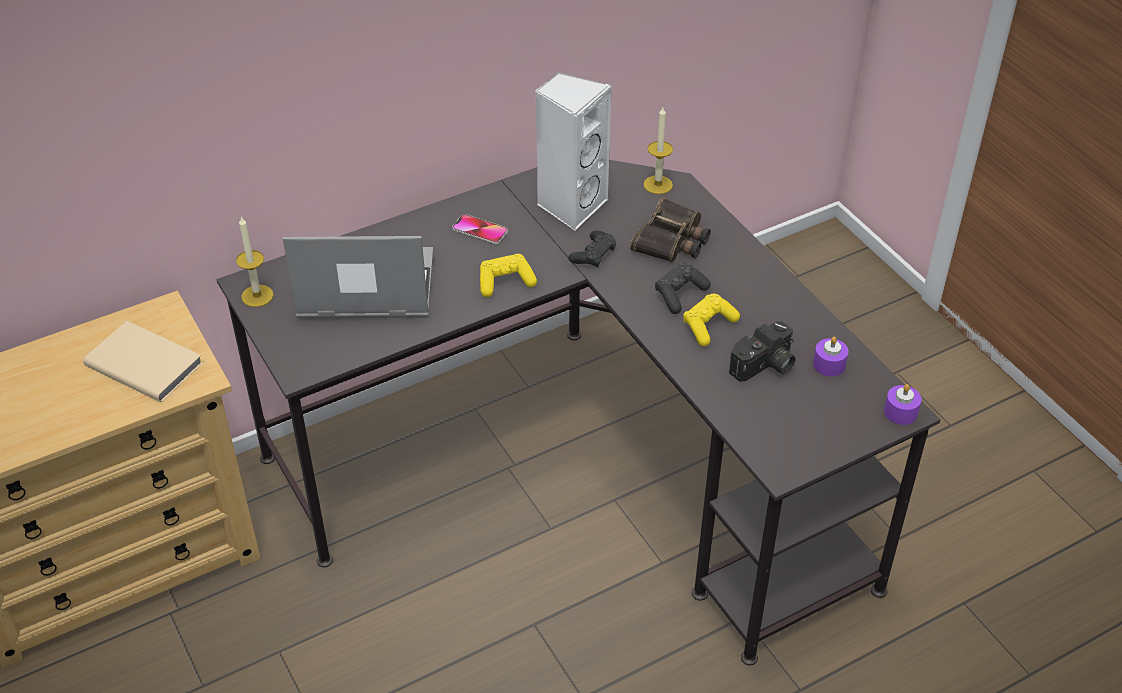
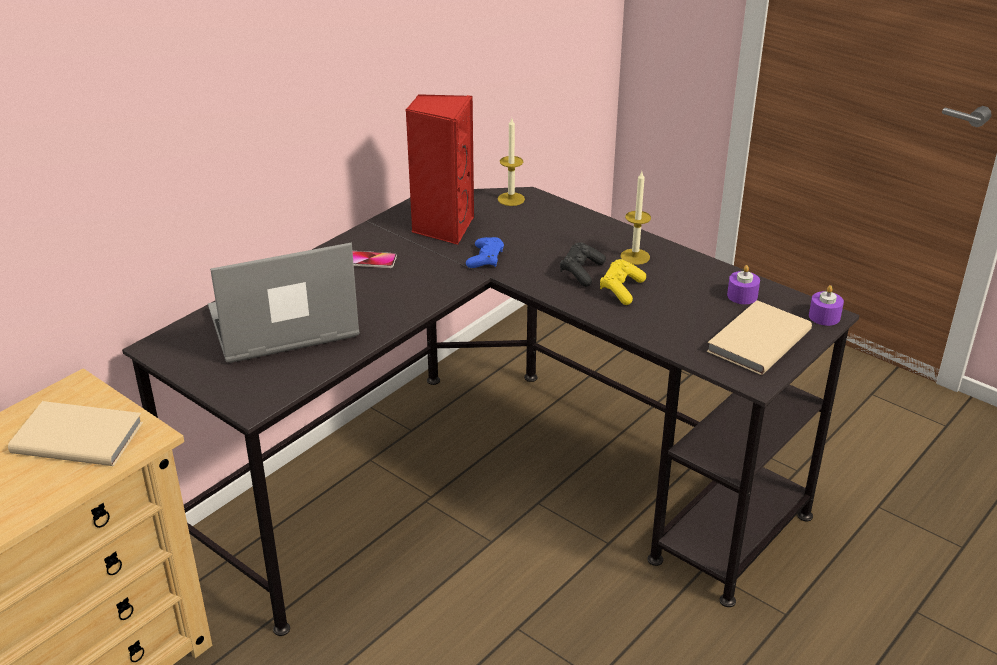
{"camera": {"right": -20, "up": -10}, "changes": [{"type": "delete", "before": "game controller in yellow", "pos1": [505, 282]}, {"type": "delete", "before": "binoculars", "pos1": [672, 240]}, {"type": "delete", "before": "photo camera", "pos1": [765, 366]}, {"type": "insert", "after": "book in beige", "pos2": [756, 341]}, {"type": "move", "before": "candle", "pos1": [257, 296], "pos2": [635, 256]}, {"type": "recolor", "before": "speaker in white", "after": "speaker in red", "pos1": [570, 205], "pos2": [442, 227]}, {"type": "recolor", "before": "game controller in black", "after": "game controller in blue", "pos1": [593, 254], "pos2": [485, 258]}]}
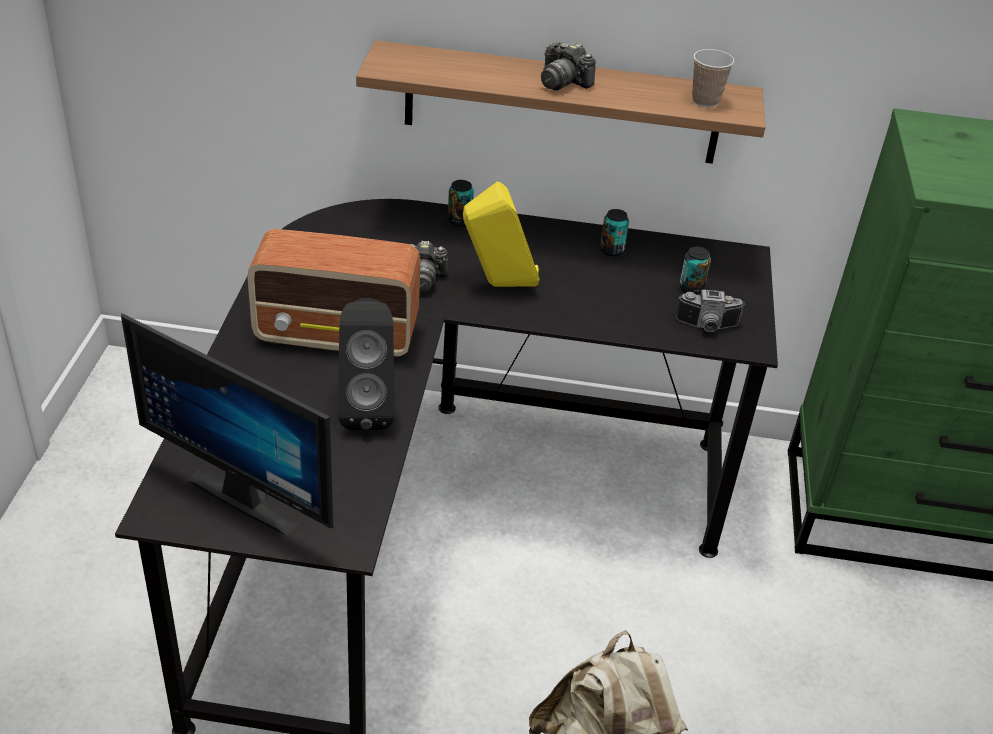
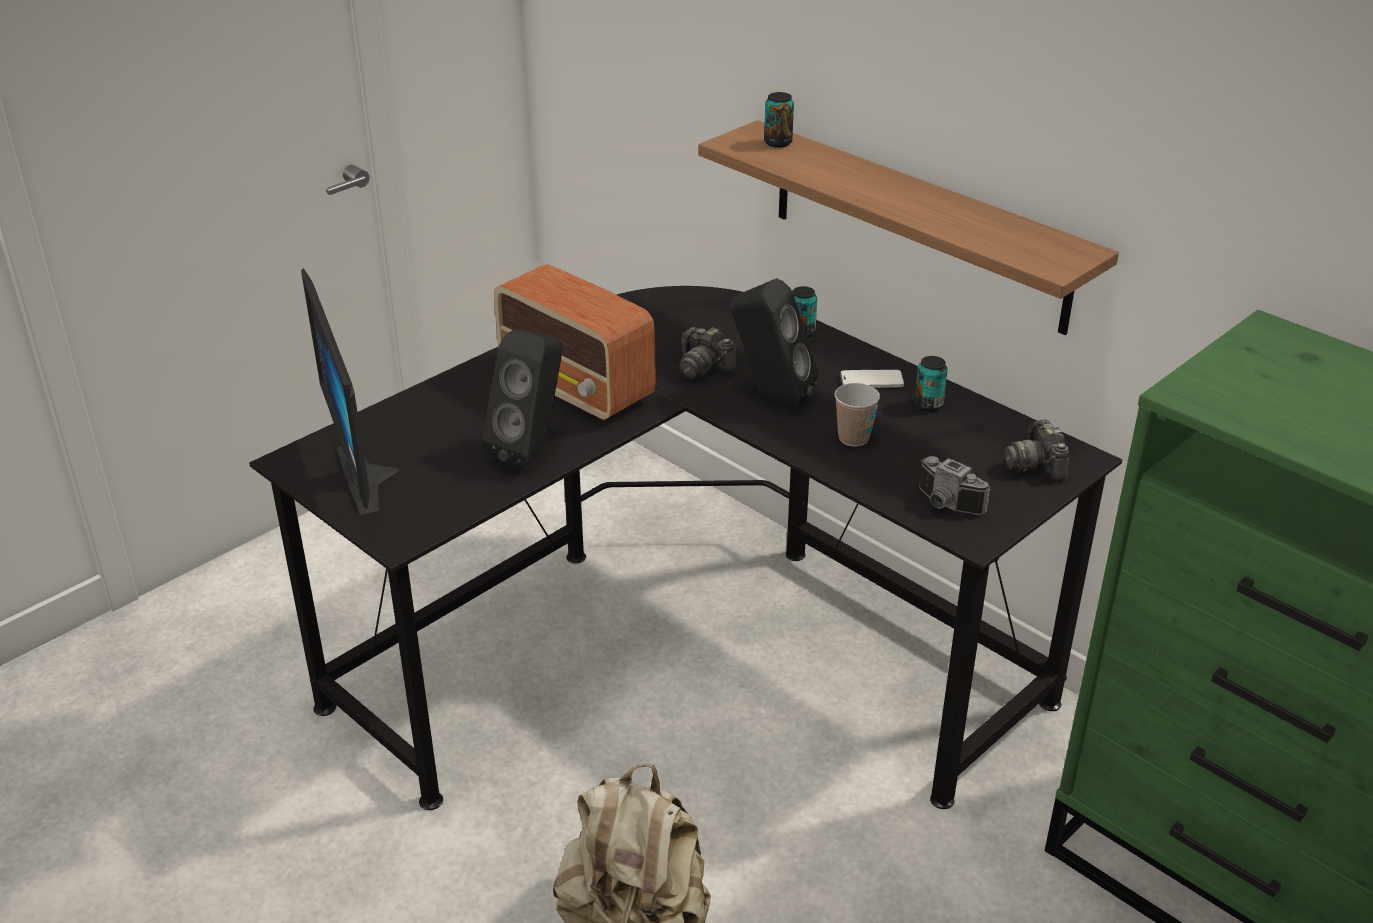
{"camera": {"right": 40, "up": -5}, "changes": [{"type": "insert", "after": "phone", "pos2": [871, 381]}, {"type": "move", "before": "photo camera", "pos1": [563, 82], "pos2": [1036, 465]}, {"type": "move", "before": "can", "pos1": [691, 288], "pos2": [778, 142]}, {"type": "move", "before": "cup", "pos1": [705, 100], "pos2": [853, 438]}, {"type": "recolor", "before": "speaker in yellow", "after": "speaker in black", "pos1": [497, 285], "pos2": [770, 396]}]}
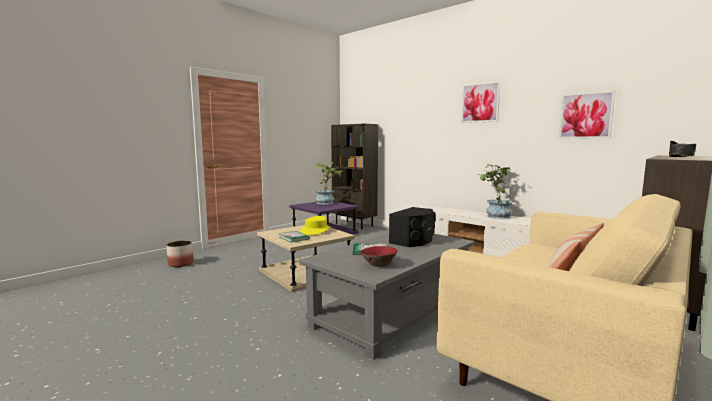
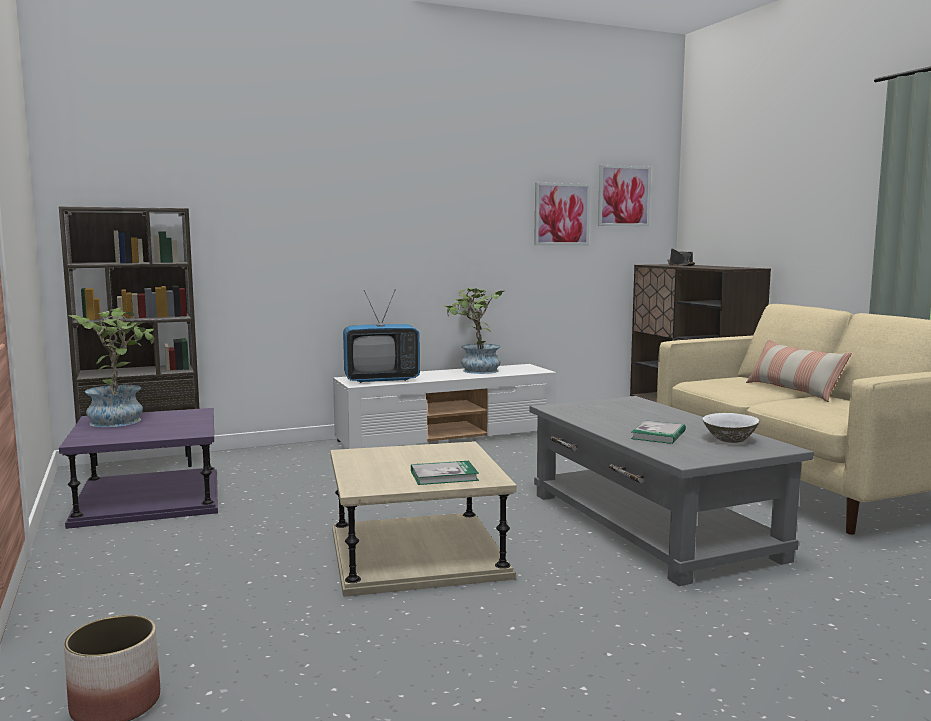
{"camera": {"right": -65, "up": 0}, "changes": [{"type": "delete", "before": "hat in yellow", "pos1": [316, 231]}, {"type": "delete", "before": "speaker in black", "pos1": [414, 240]}, {"type": "insert", "after": "television", "pos2": [381, 379]}, {"type": "move", "before": "picture", "pos1": [480, 103], "pos2": [623, 196]}, {"type": "recolor", "before": "bowl in red", "after": "bowl in white", "pos1": [378, 264], "pos2": [729, 440]}]}
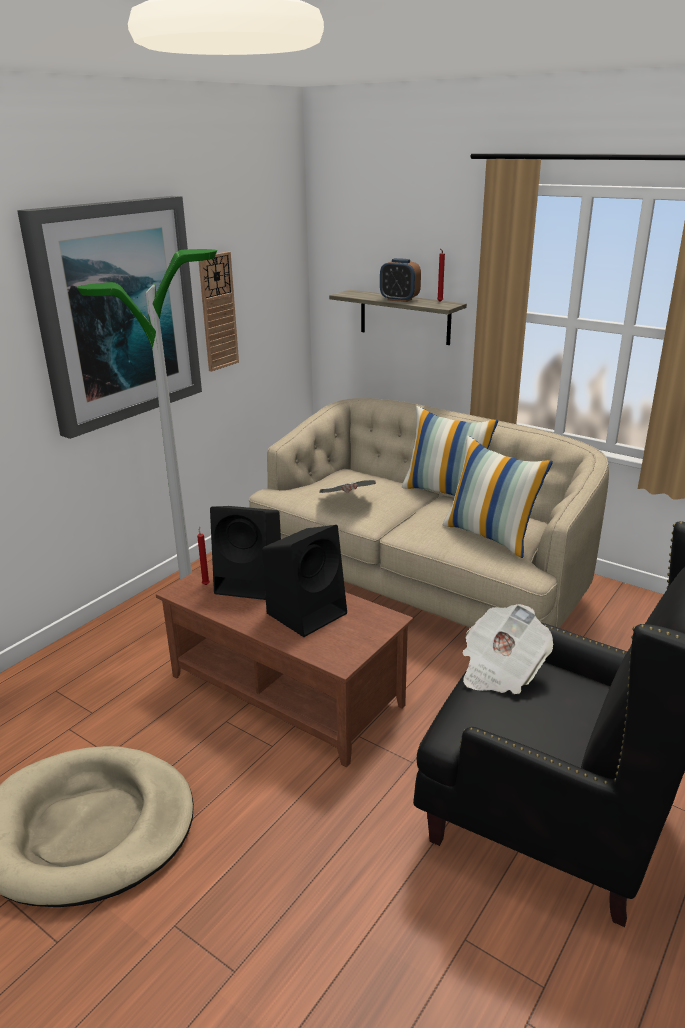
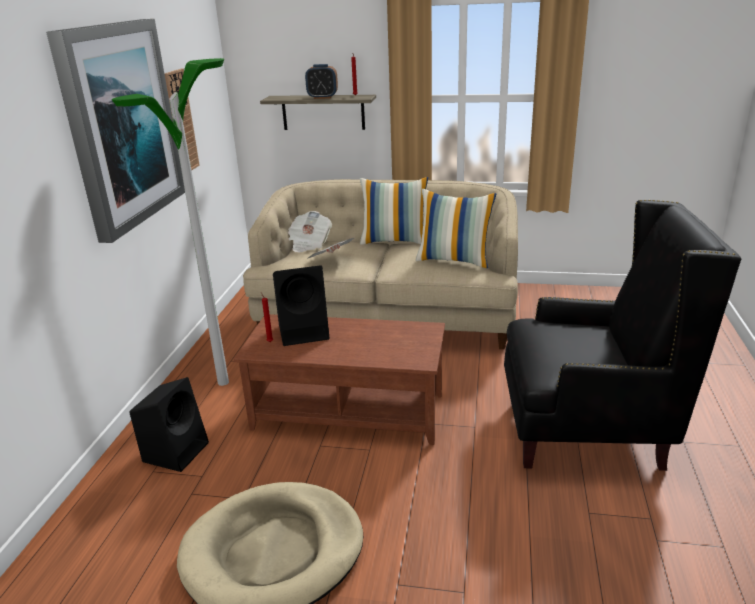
{"camera": {"right": -25, "up": 0}, "changes": [{"type": "move", "before": "speaker in black", "pos1": [308, 612], "pos2": [176, 451]}, {"type": "move", "before": "newspaper", "pos1": [500, 669], "pos2": [309, 244]}]}
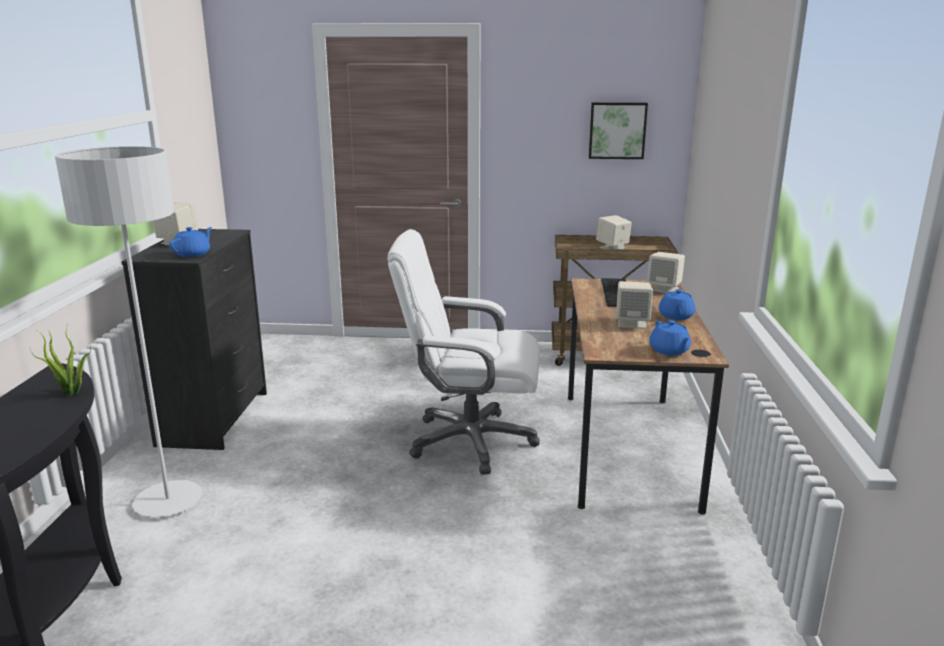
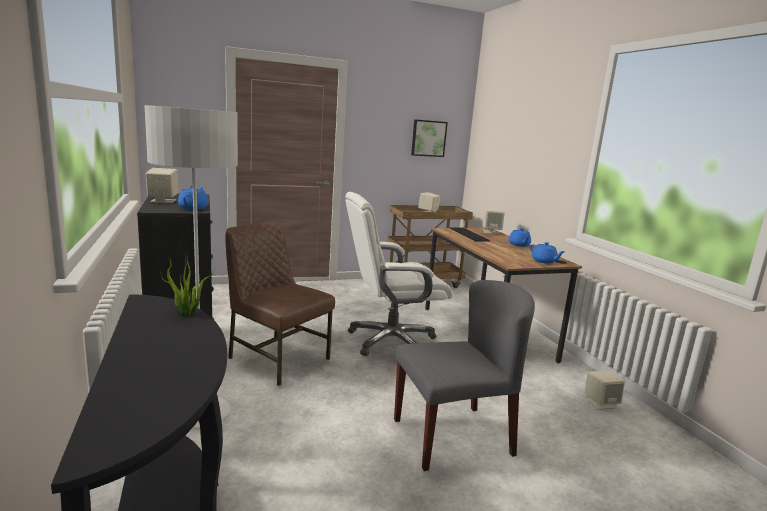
{"camera": {"right": -25, "up": -5}, "changes": [{"type": "insert", "after": "chair in brown", "pos2": [277, 358]}, {"type": "insert", "after": "chair in grey", "pos2": [453, 436]}, {"type": "move", "before": "speaker in beige", "pos1": [632, 323], "pos2": [600, 403]}]}
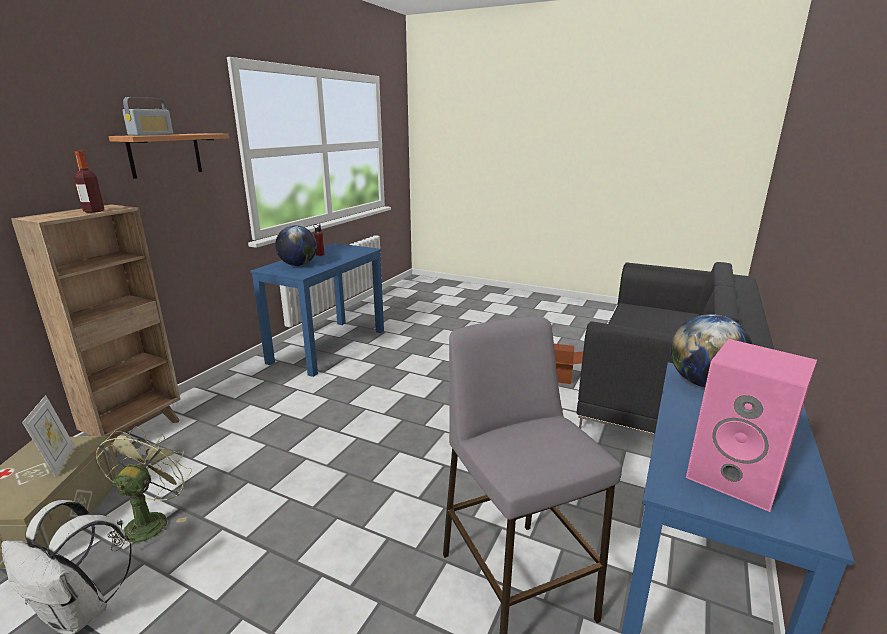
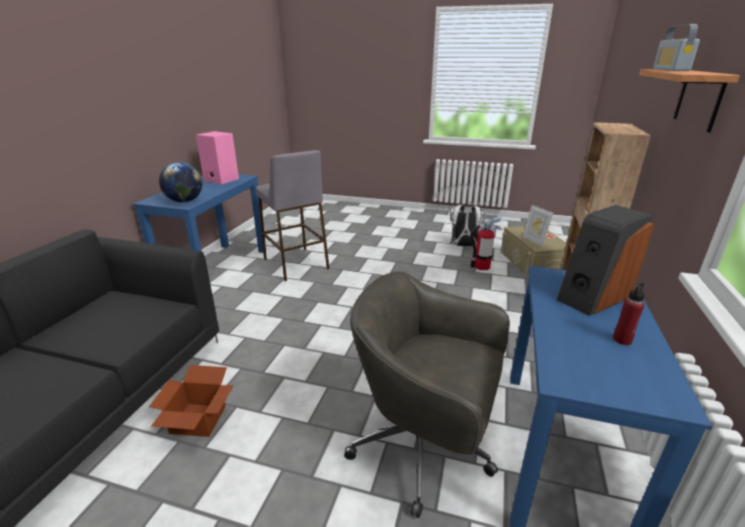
{"camera": {"right": 170, "up": 5}, "changes": [{"type": "delete", "before": "bottle", "pos1": [94, 211]}, {"type": "insert", "after": "office chair in grey", "pos2": [424, 448]}, {"type": "replace", "before": "fan in green", "after": "fire extinguisher", "pos1": [150, 520], "pos2": [481, 266]}, {"type": "replace", "before": "globe", "after": "speaker", "pos1": [298, 265], "pos2": [593, 297]}]}
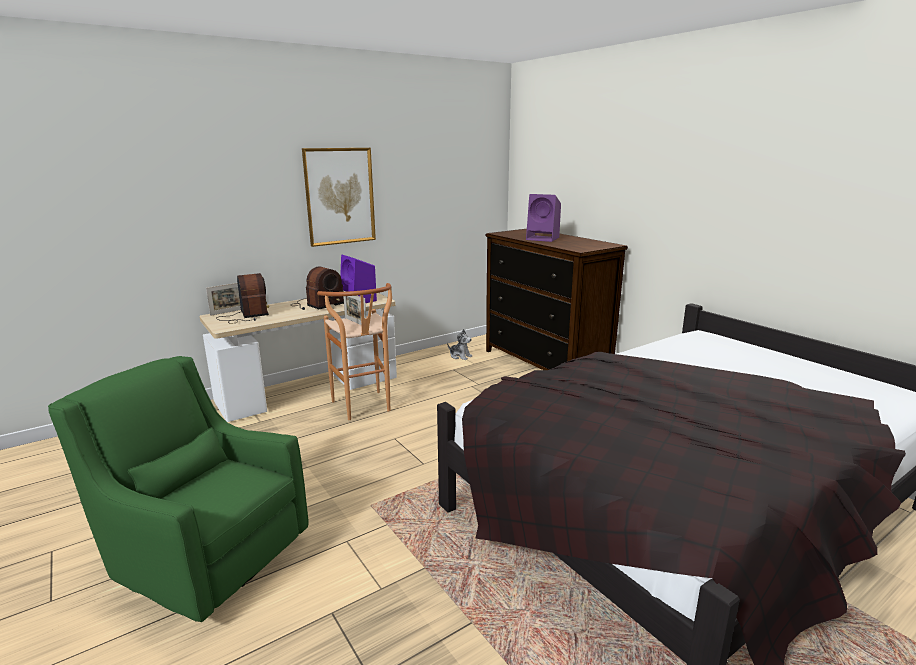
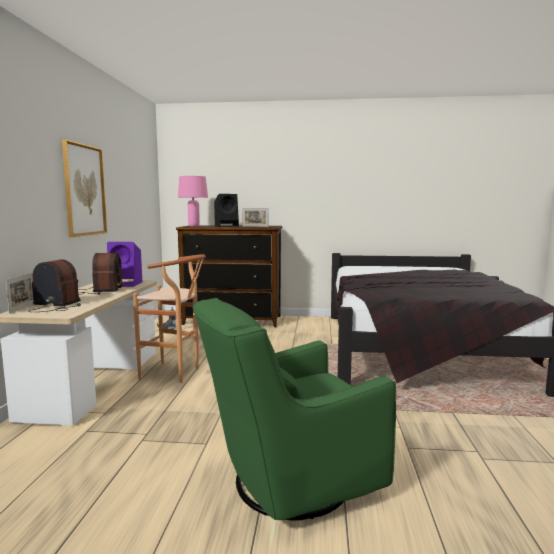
{"camera": {"right": -50, "up": -10}, "changes": [{"type": "insert", "after": "table lamp in pink", "pos2": [194, 226]}, {"type": "move", "before": "picture frame", "pos1": [355, 322], "pos2": [255, 226]}, {"type": "recolor", "before": "speaker in purple", "after": "speaker in black", "pos1": [543, 238], "pos2": [227, 226]}]}
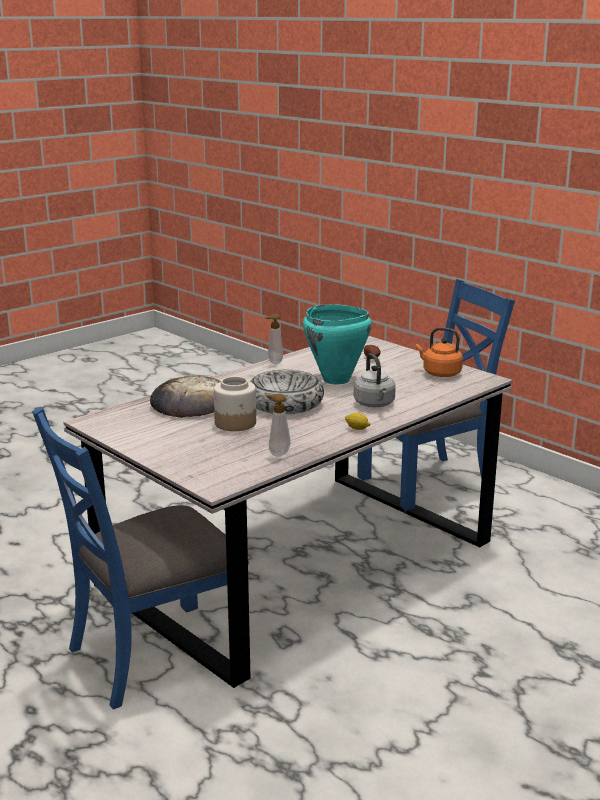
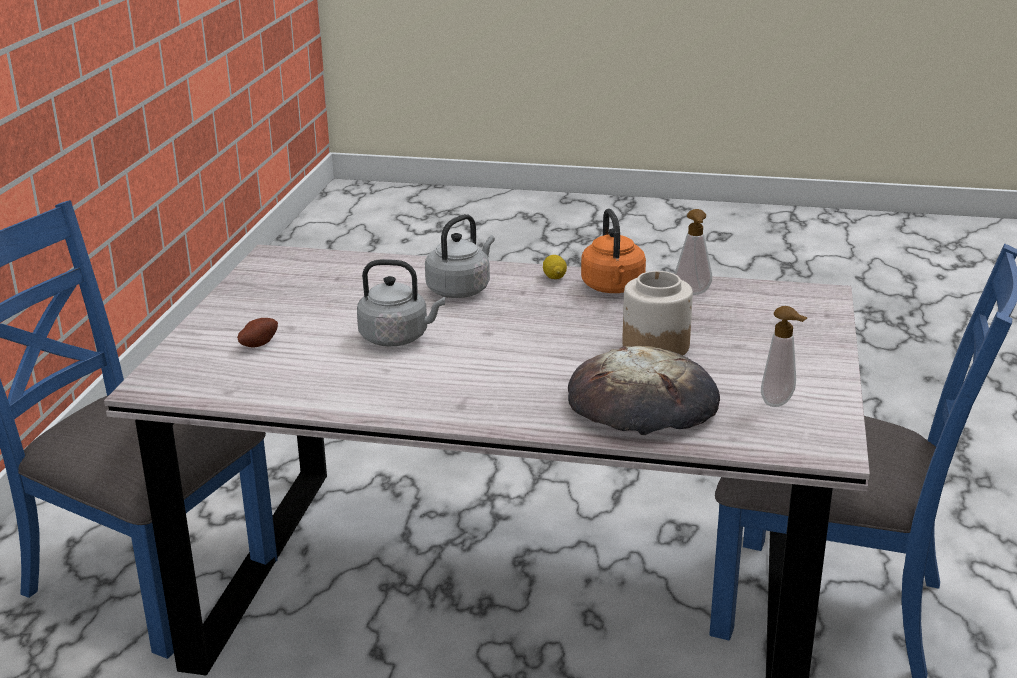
{"camera": {"right": -125, "up": 5}, "changes": [{"type": "delete", "before": "bowl", "pos1": [285, 403]}, {"type": "move", "before": "soap dispenser", "pos1": [273, 362], "pos2": [780, 403]}, {"type": "move", "before": "kettle in orange", "pos1": [439, 373], "pos2": [613, 288]}, {"type": "replace", "before": "cooking pot in turquoise", "after": "kettle in grey", "pos1": [336, 380], "pos2": [398, 338]}]}
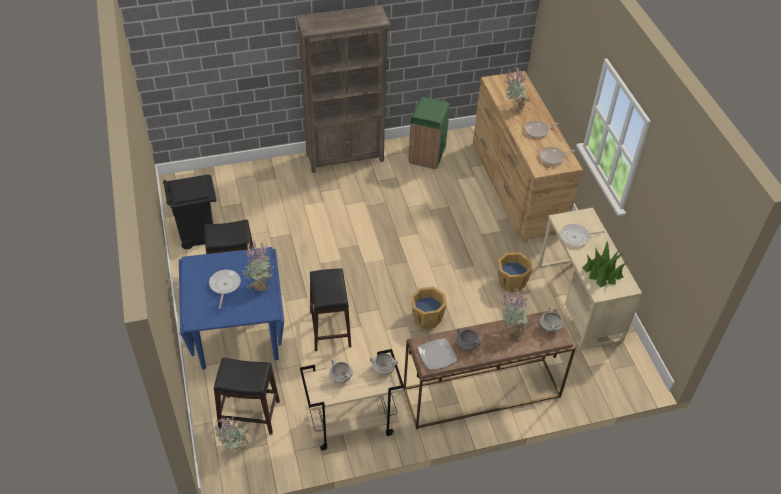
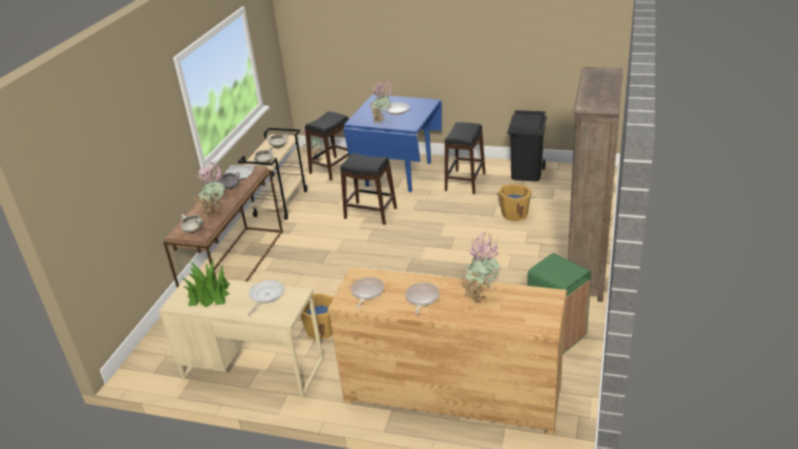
{"camera": {"right": 125, "up": -15}, "changes": [{"type": "move", "before": "bucket in orange", "pos1": [426, 318], "pos2": [515, 214]}]}
